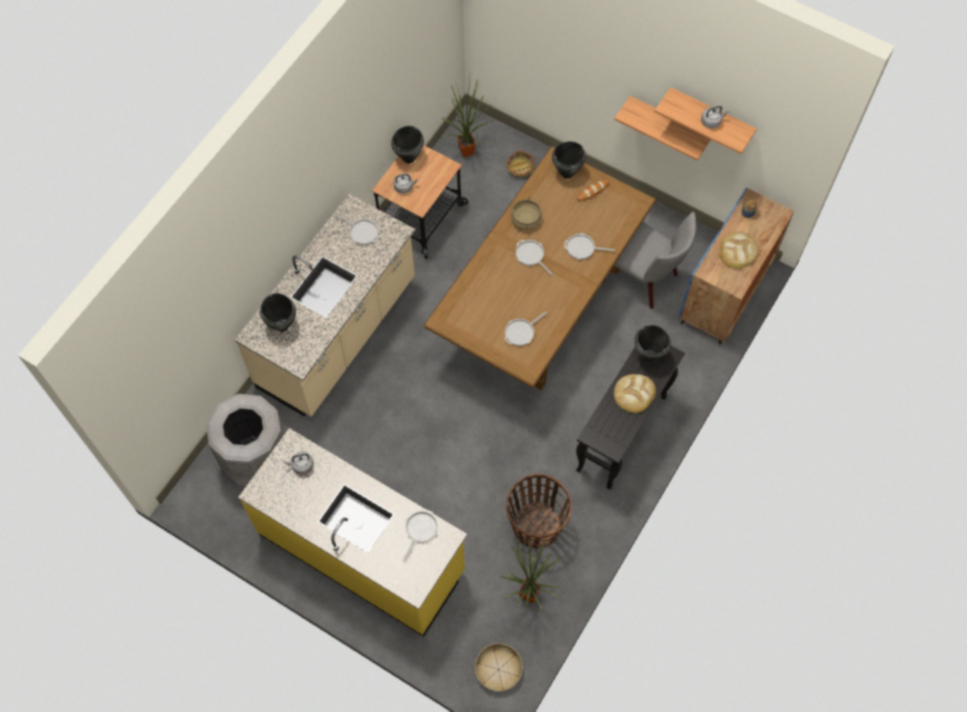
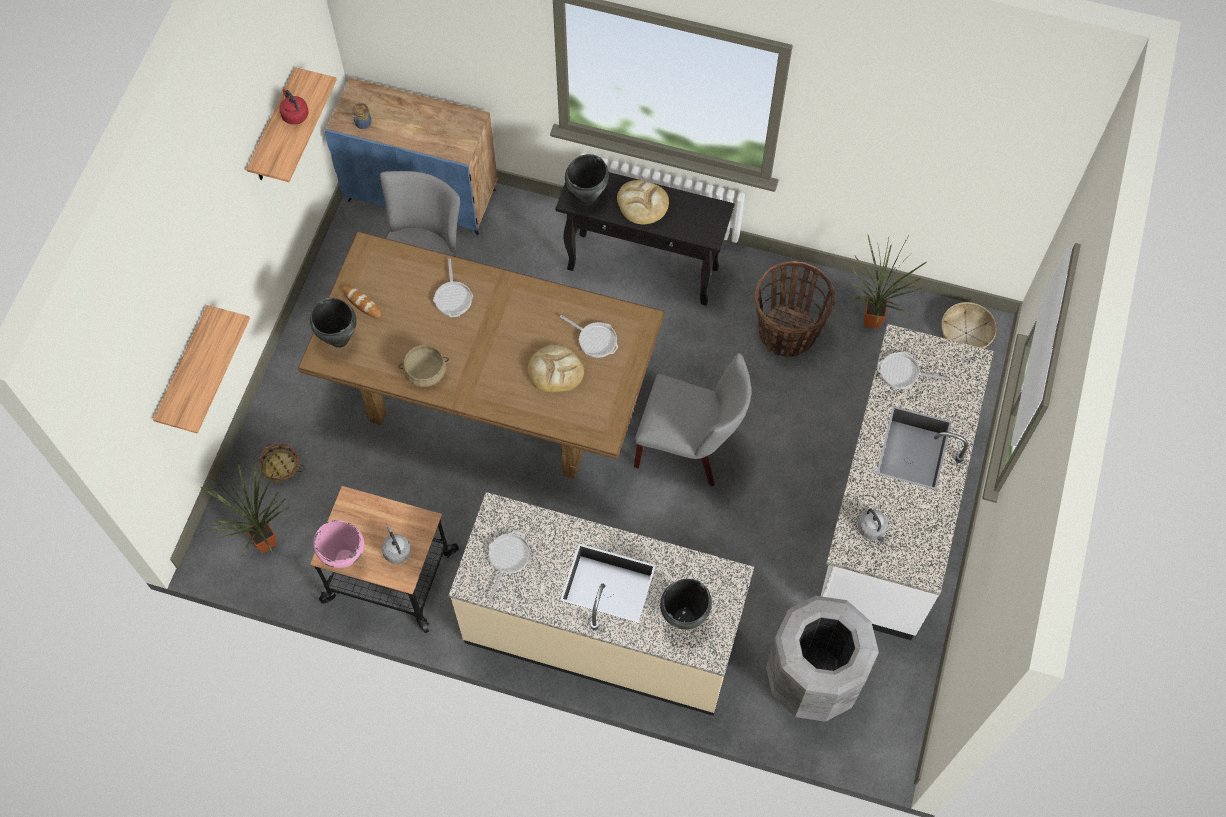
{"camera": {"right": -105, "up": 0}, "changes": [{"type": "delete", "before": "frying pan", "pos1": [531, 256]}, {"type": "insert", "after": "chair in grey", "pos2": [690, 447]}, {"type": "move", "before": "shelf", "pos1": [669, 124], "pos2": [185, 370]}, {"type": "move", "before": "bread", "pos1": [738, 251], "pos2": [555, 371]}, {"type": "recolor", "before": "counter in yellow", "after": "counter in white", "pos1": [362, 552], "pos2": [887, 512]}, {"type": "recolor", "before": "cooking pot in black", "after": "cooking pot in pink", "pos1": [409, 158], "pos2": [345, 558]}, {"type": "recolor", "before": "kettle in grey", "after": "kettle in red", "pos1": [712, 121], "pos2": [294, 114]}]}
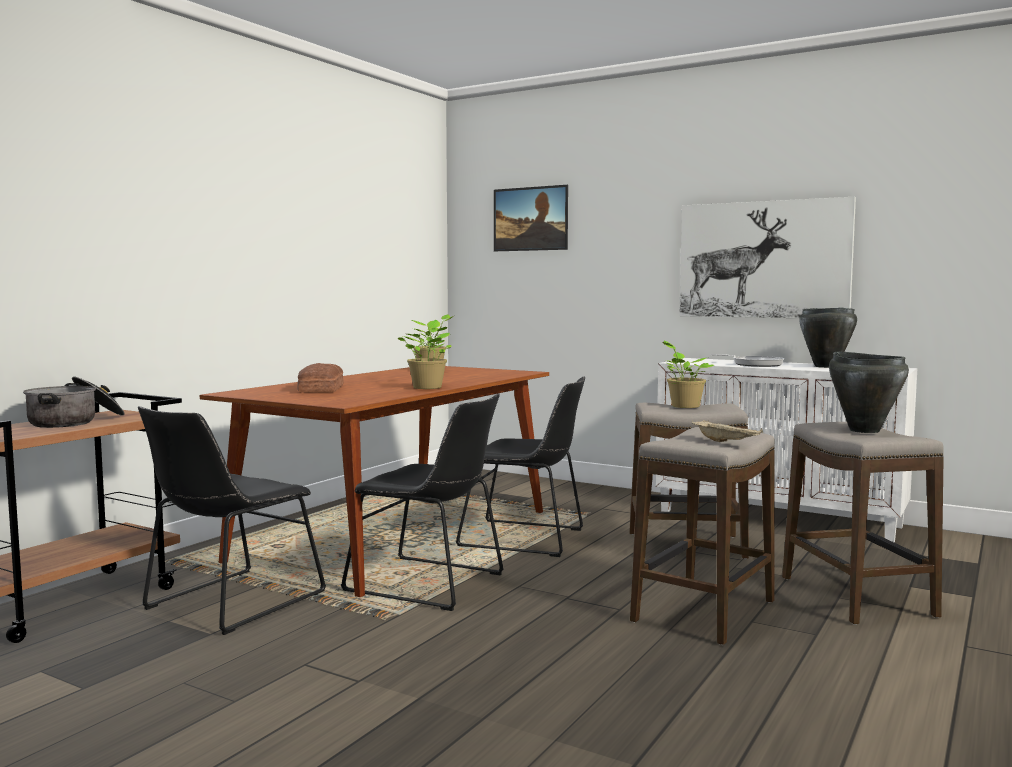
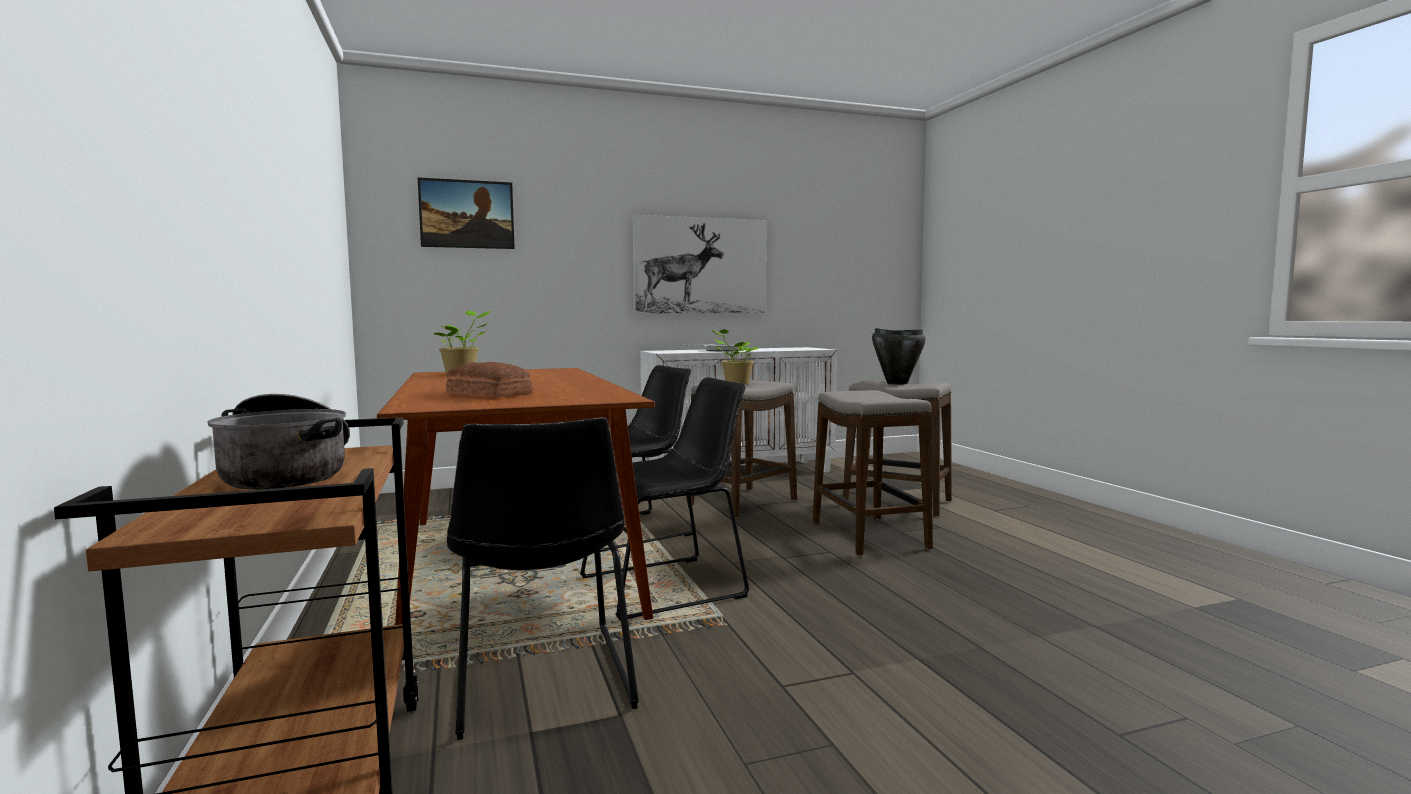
{"camera": {"right": -50, "up": 0}, "changes": [{"type": "delete", "before": "potted plant", "pos1": [427, 387]}, {"type": "delete", "before": "tray in beige", "pos1": [727, 442]}, {"type": "delete", "before": "cooking pot in black", "pos1": [825, 366]}]}
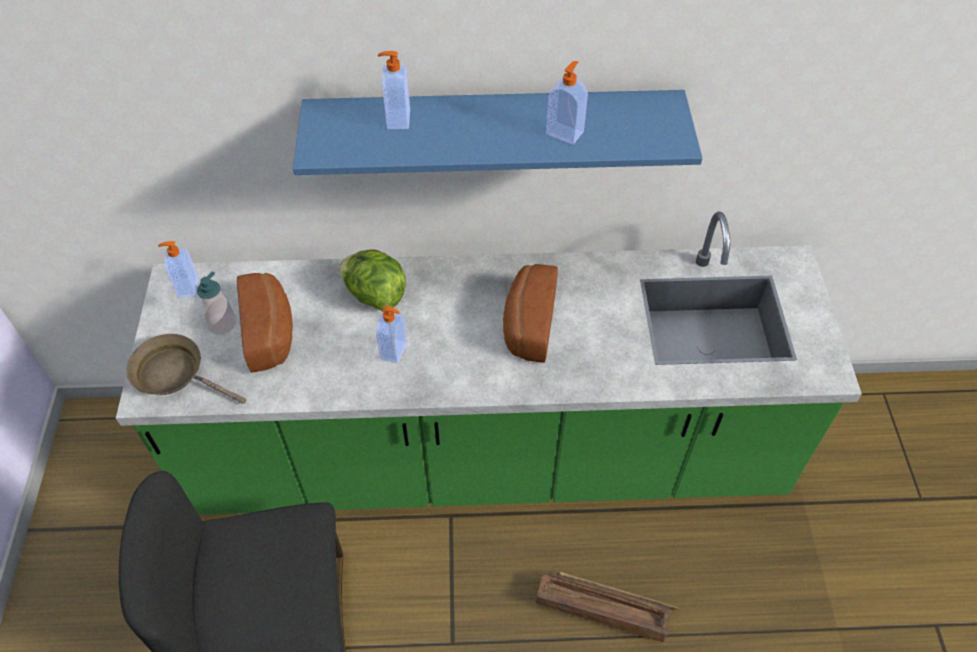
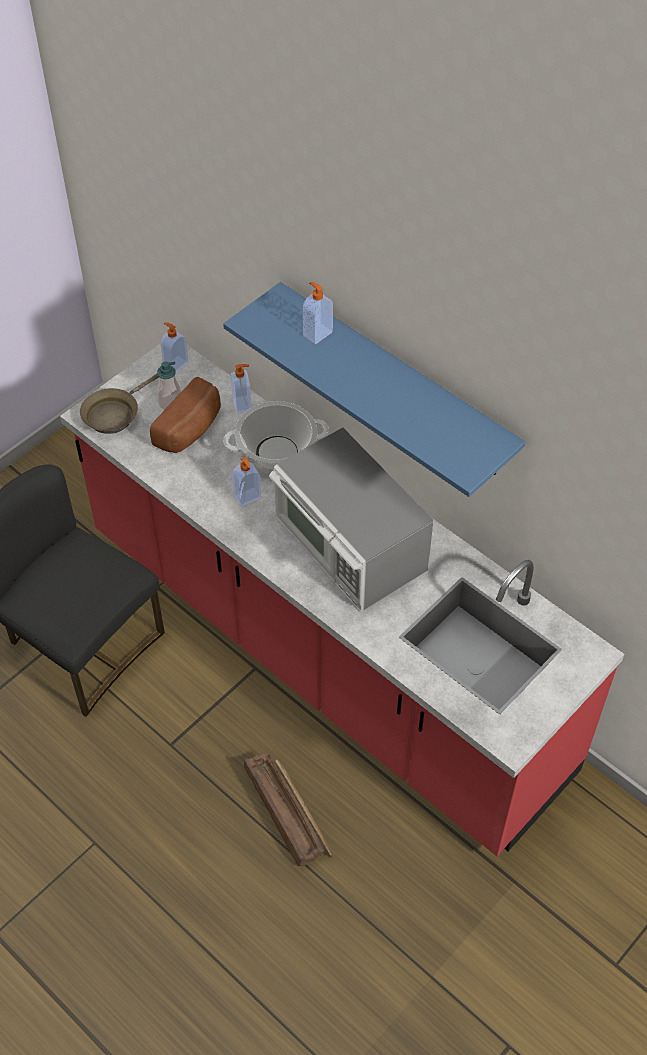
{"camera": {"right": 45, "up": 0}, "changes": [{"type": "move", "before": "soap dispenser", "pos1": [565, 133], "pos2": [243, 404]}, {"type": "replace", "before": "lettuce", "after": "cooking pot", "pos1": [375, 295], "pos2": [277, 453]}, {"type": "replace", "before": "bread", "after": "microwave", "pos1": [527, 324], "pos2": [348, 545]}, {"type": "recolor", "before": "counter in green", "after": "counter in red", "pos1": [488, 456], "pos2": [323, 652]}, {"type": "rotate", "before": "frying pan in brown", "pos1": [175, 374], "pos2": [114, 414], "turn": -120}]}
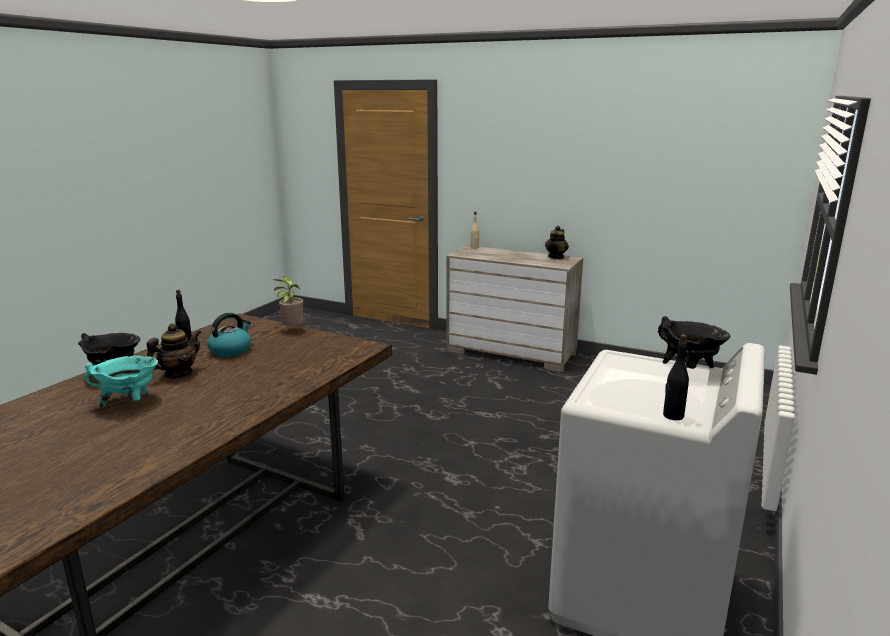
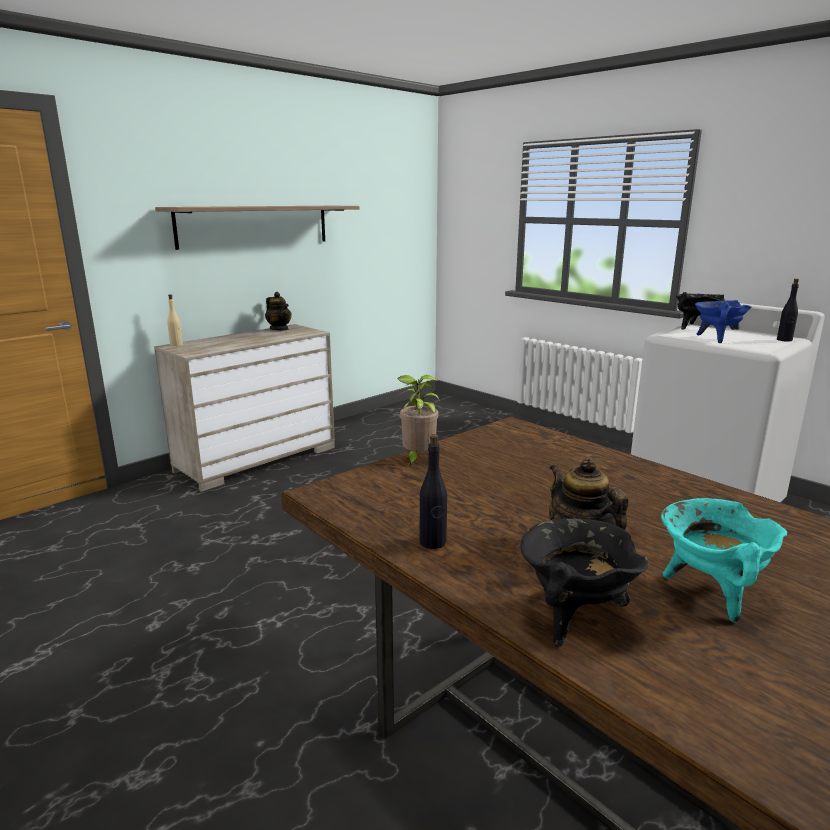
{"camera": {"right": -70, "up": 0}, "changes": [{"type": "delete", "before": "kettle", "pos1": [231, 350]}, {"type": "insert", "after": "shelf", "pos2": [255, 225]}, {"type": "insert", "after": "cooking pot in blue", "pos2": [716, 338]}]}
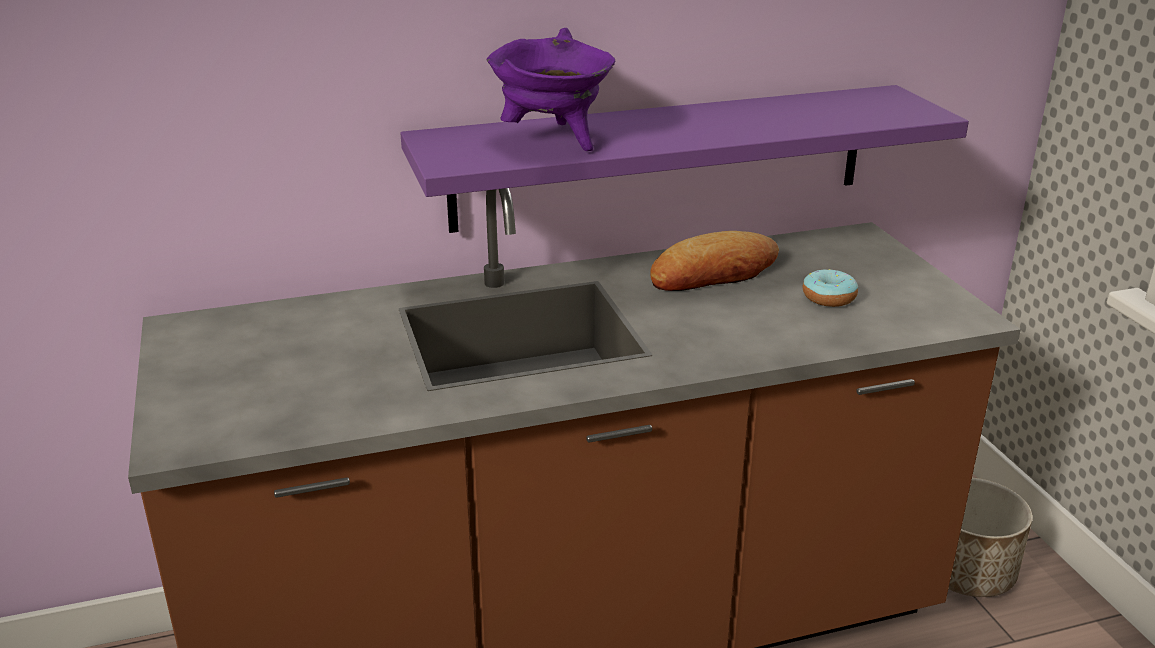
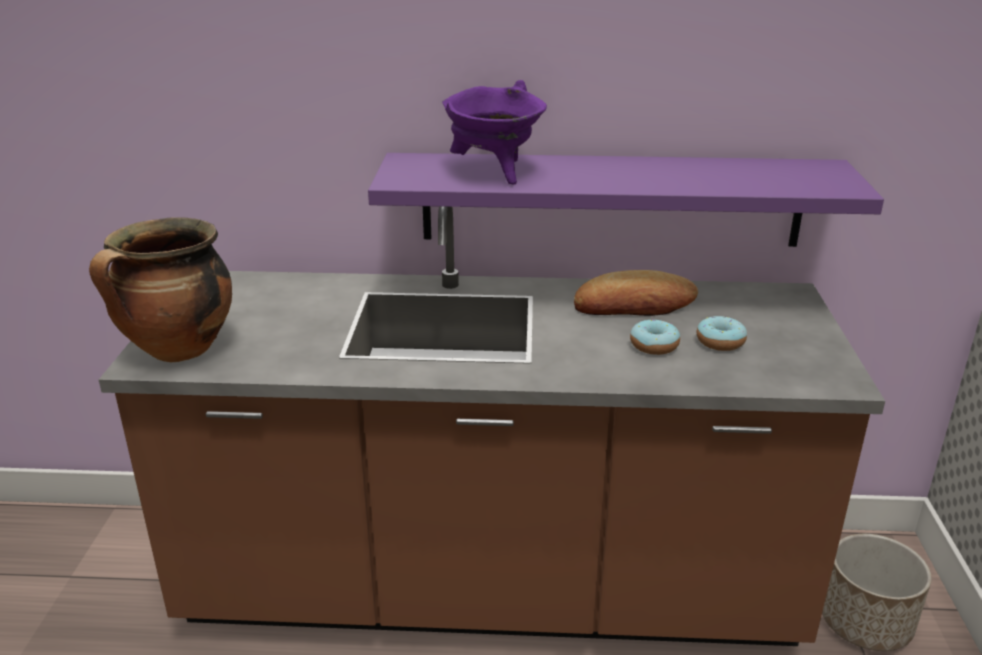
{"camera": {"right": 20, "up": 0}, "changes": [{"type": "insert", "after": "cooking pot", "pos2": [178, 351]}, {"type": "insert", "after": "donut", "pos2": [654, 345]}]}
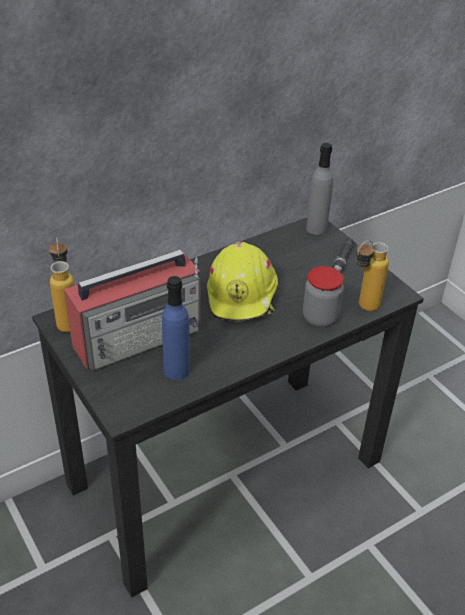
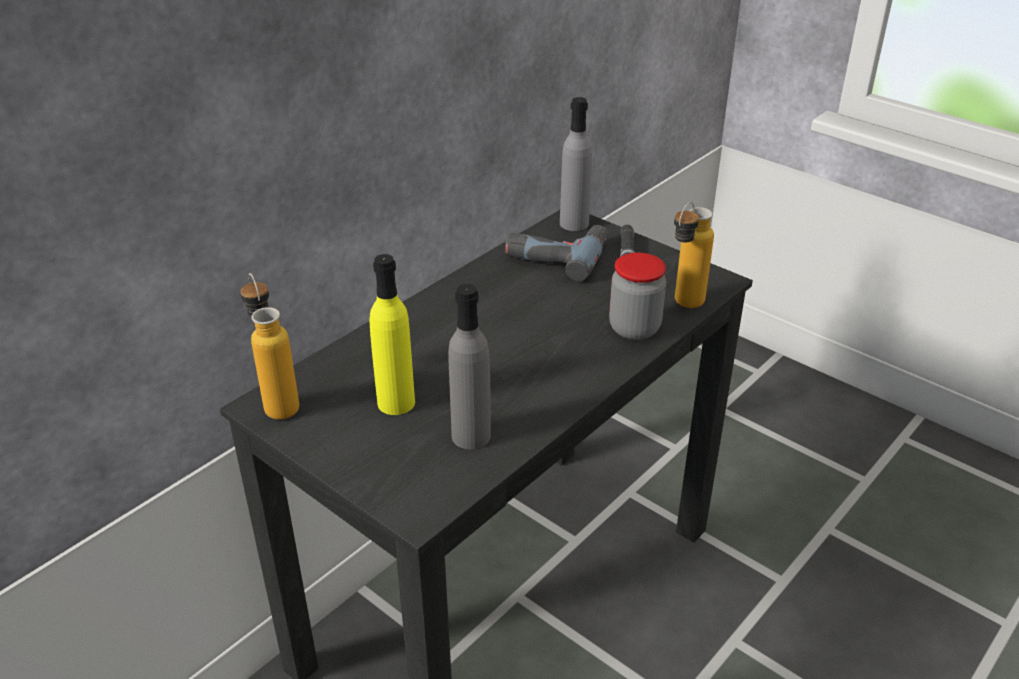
{"camera": {"right": -15, "up": -5}, "changes": [{"type": "delete", "before": "hard hat in yellow", "pos1": [243, 296]}, {"type": "insert", "after": "power drill", "pos2": [557, 254]}, {"type": "replace", "before": "radio", "after": "bottle in yellow", "pos1": [139, 336], "pos2": [396, 402]}, {"type": "recolor", "before": "bottle in blue", "after": "bottle in grey", "pos1": [176, 370], "pos2": [471, 436]}]}
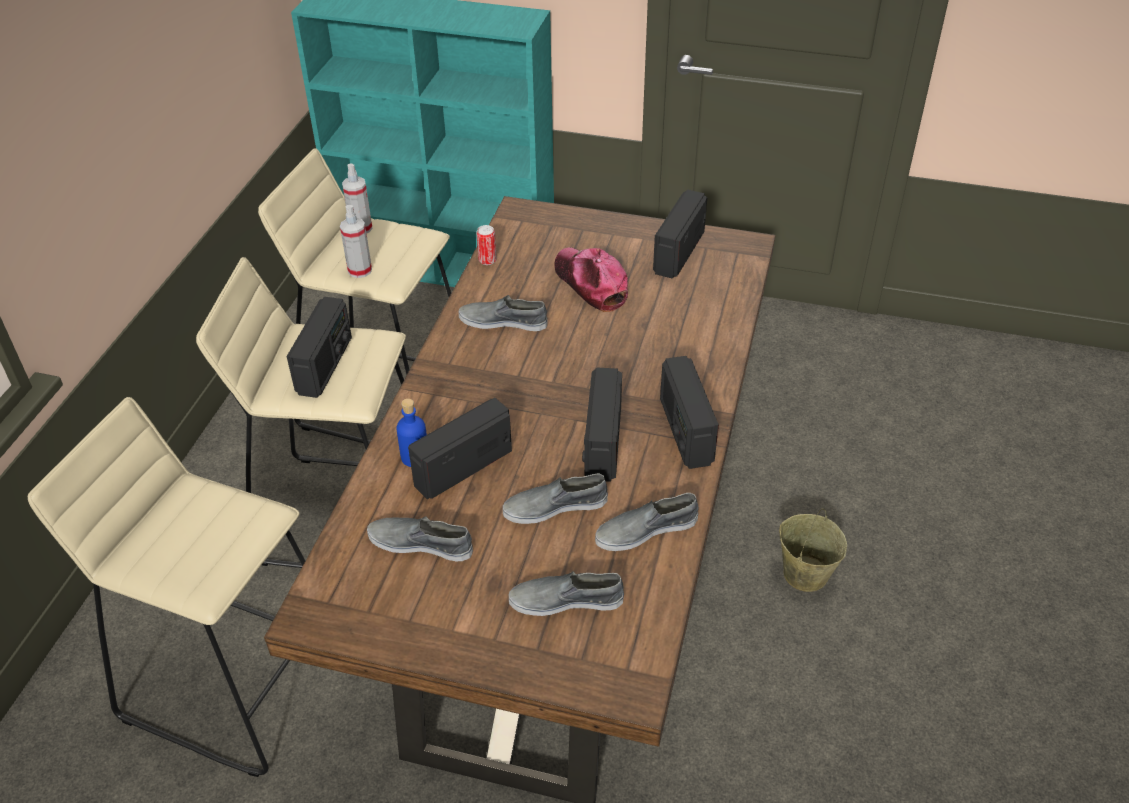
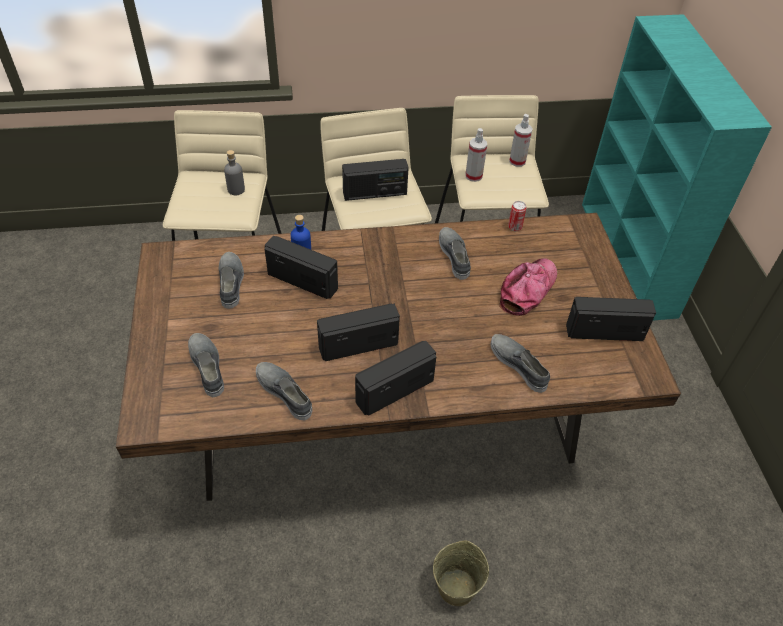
{"camera": {"right": 65, "up": 5}, "changes": [{"type": "insert", "after": "bottle in grey", "pos2": [236, 190]}, {"type": "move", "before": "shoe in grey", "pos1": [555, 506], "pos2": [519, 365]}]}
